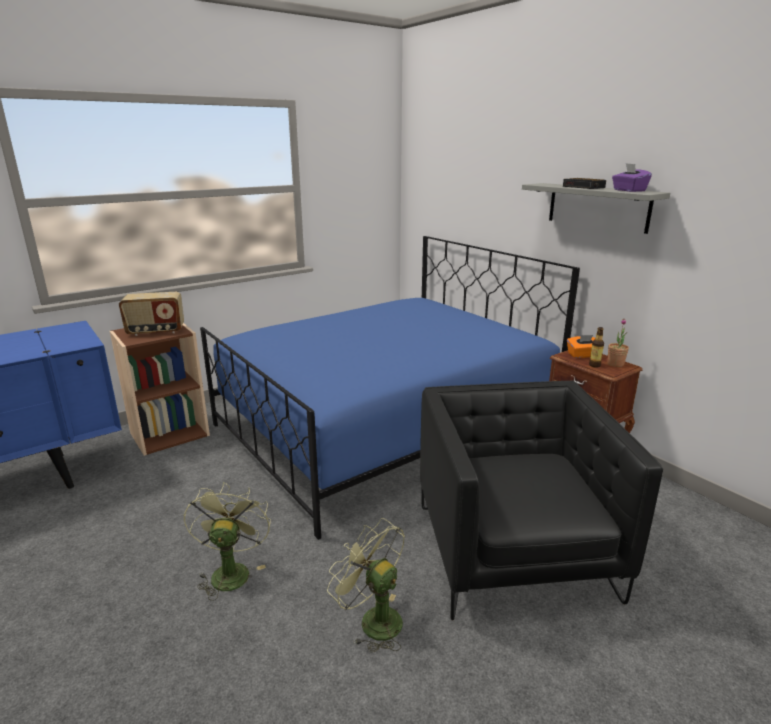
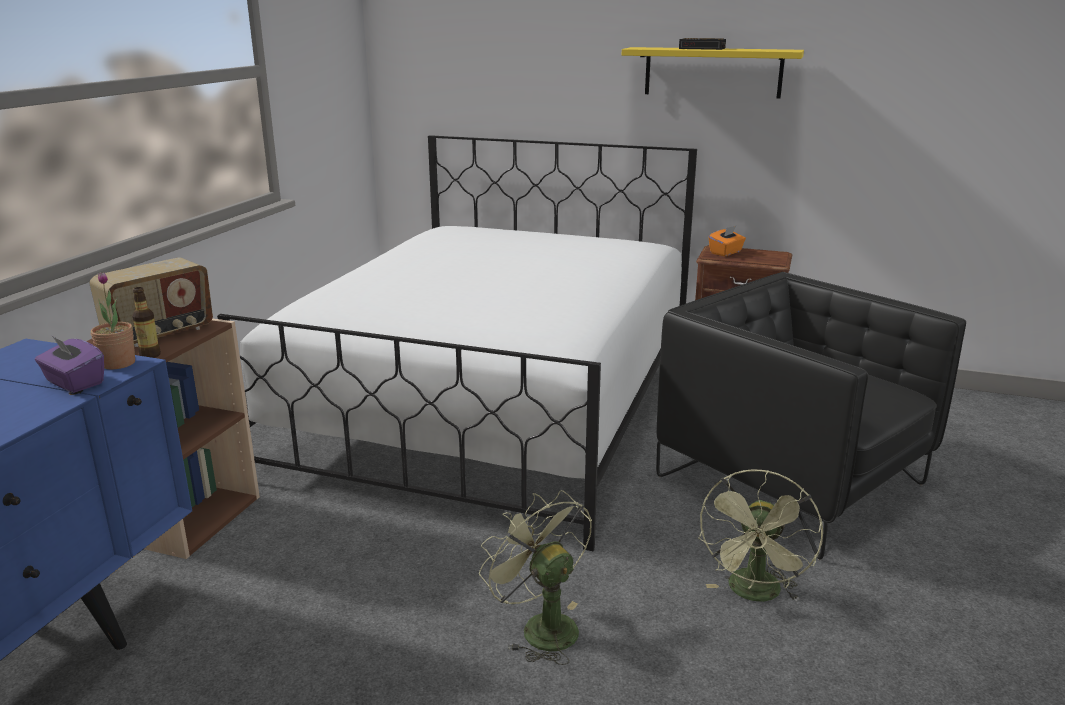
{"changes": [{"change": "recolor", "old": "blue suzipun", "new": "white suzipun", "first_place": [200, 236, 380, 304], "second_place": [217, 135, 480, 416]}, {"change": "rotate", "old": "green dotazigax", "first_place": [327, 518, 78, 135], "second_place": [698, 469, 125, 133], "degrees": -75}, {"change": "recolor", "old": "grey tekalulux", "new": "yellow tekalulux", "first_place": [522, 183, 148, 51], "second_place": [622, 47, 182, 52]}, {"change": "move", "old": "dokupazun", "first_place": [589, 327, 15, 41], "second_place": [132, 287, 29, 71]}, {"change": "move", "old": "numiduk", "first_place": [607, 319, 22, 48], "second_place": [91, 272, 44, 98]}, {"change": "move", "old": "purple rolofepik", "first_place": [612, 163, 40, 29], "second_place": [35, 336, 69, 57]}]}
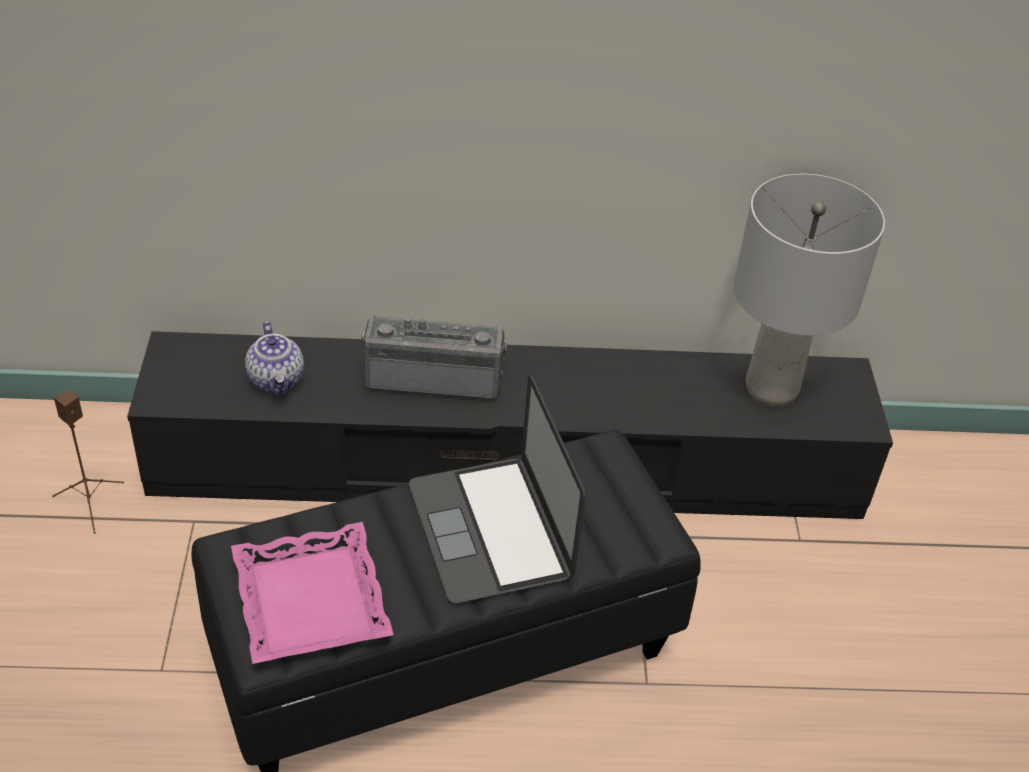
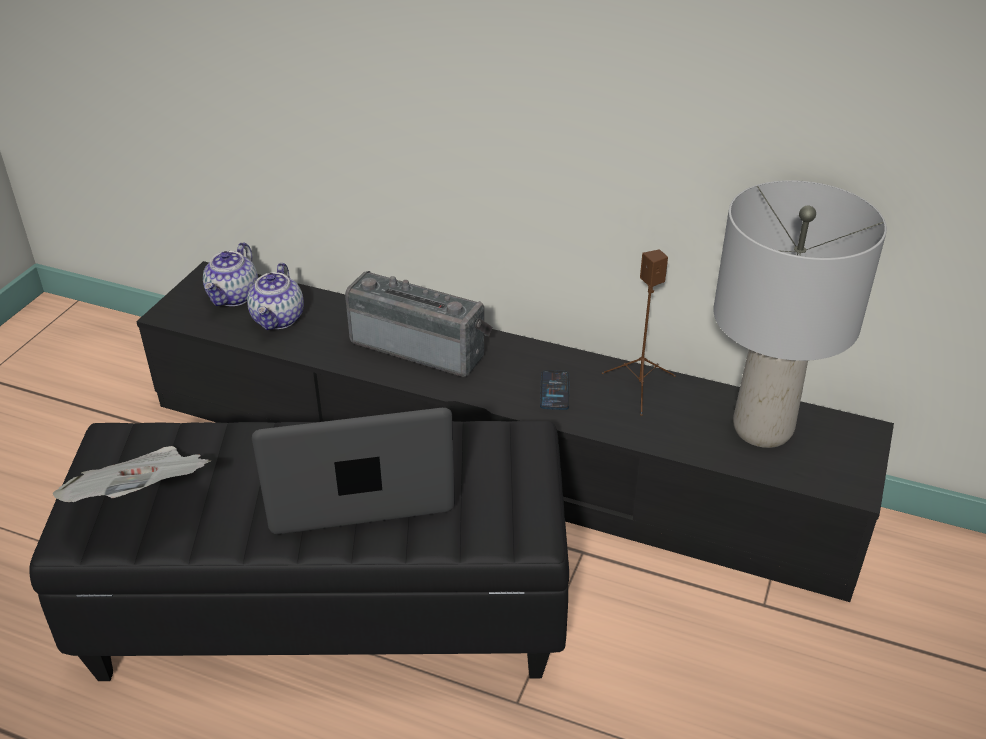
{"changes": [{"change": "move", "old": "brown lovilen", "first_place": [52, 390, 72, 144], "second_place": [602, 249, 74, 167]}, {"change": "replace", "old": "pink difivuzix", "new": "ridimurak", "first_place": [231, 522, 163, 142], "second_place": [52, 446, 159, 56]}, {"change": "rotate", "old": "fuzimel", "first_place": [409, 376, 177, 228], "second_place": [252, 408, 203, 126], "degrees": 75}, {"change": "insert", "new": "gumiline", "second_place": [203, 242, 55, 64]}, {"change": "insert", "new": "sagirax", "second_place": [540, 370, 30, 40]}]}
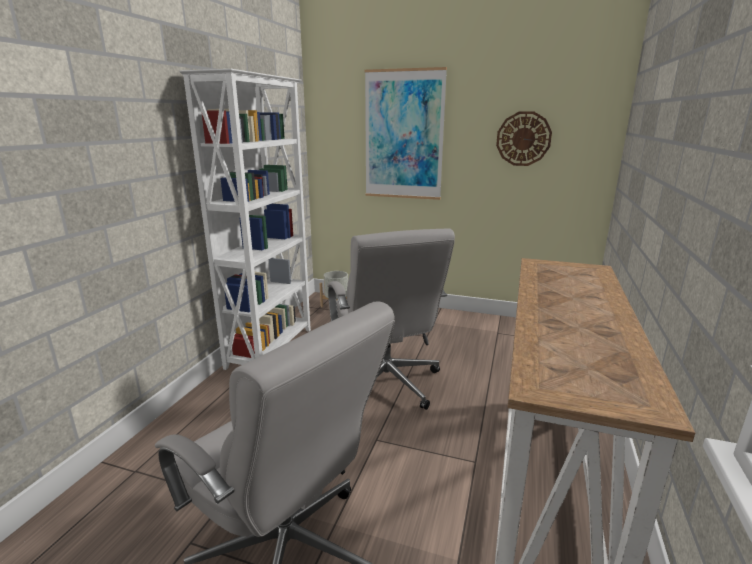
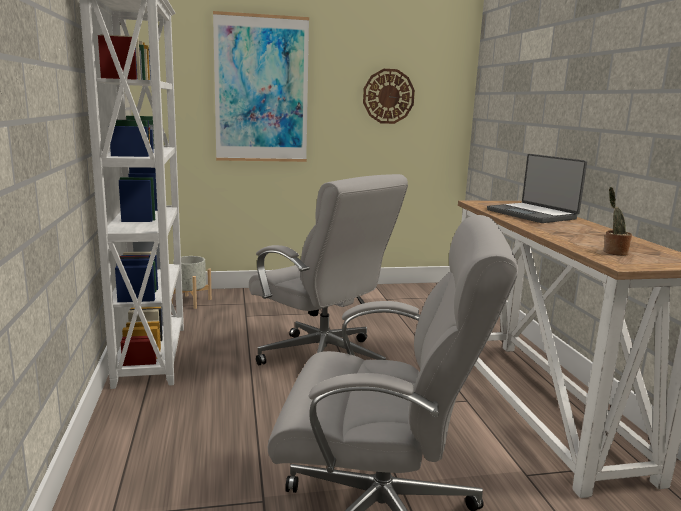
{"changes": [{"change": "insert", "new": "fuzimel", "second_place": [487, 154, 100, 69]}, {"change": "insert", "new": "numiduk", "second_place": [604, 187, 28, 69]}]}
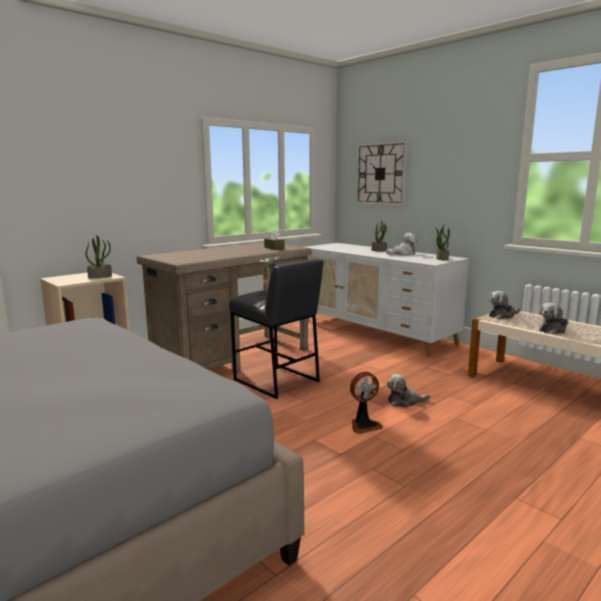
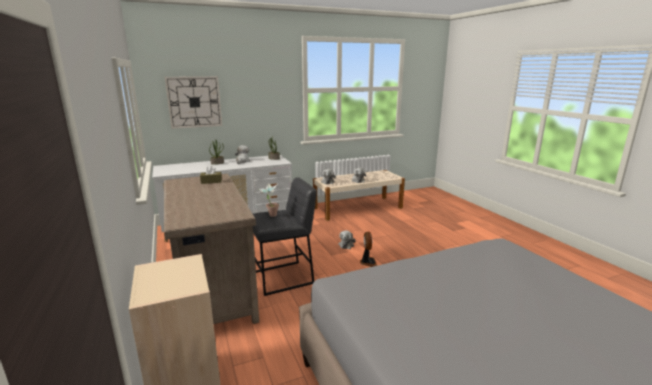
{"changes": [{"change": "delete", "old": "numiduk", "first_place": [85, 235, 27, 44]}]}
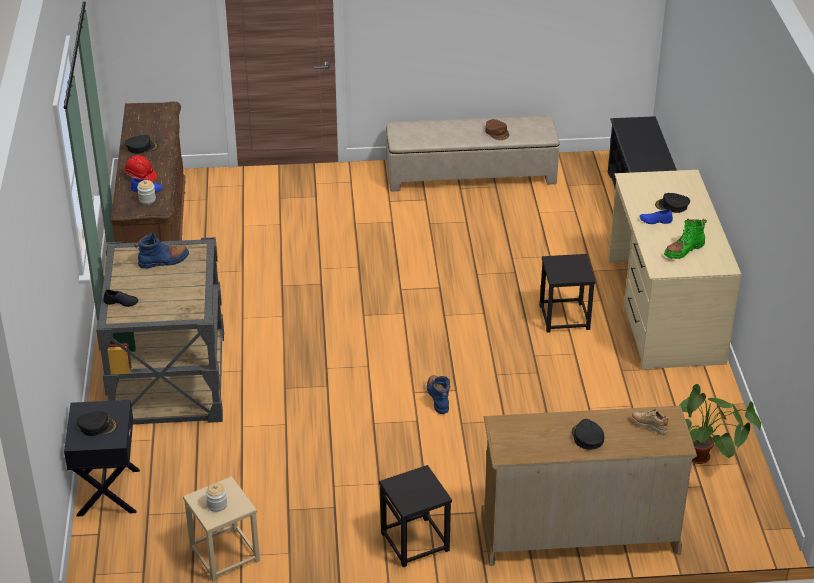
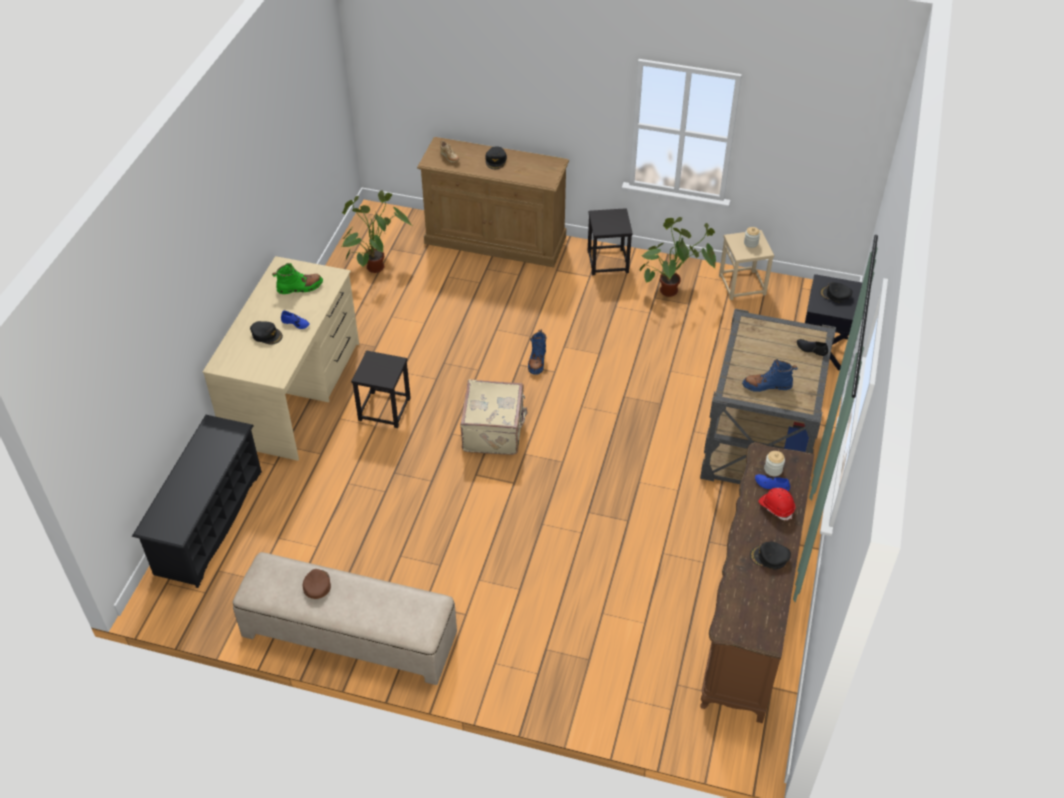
{"changes": [{"change": "insert", "new": "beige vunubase", "second_place": [460, 379, 68, 76]}, {"change": "insert", "new": "numiduk", "second_place": [639, 217, 77, 80]}]}
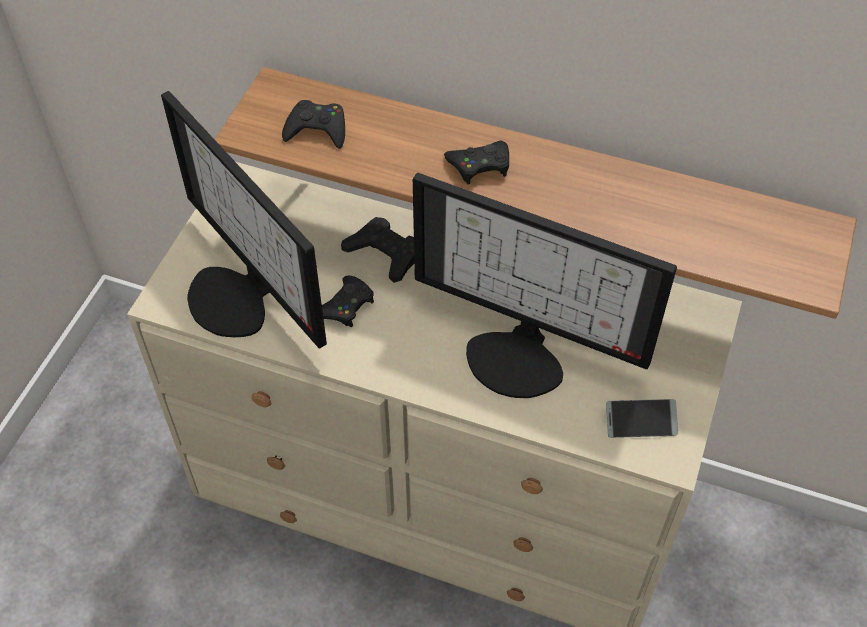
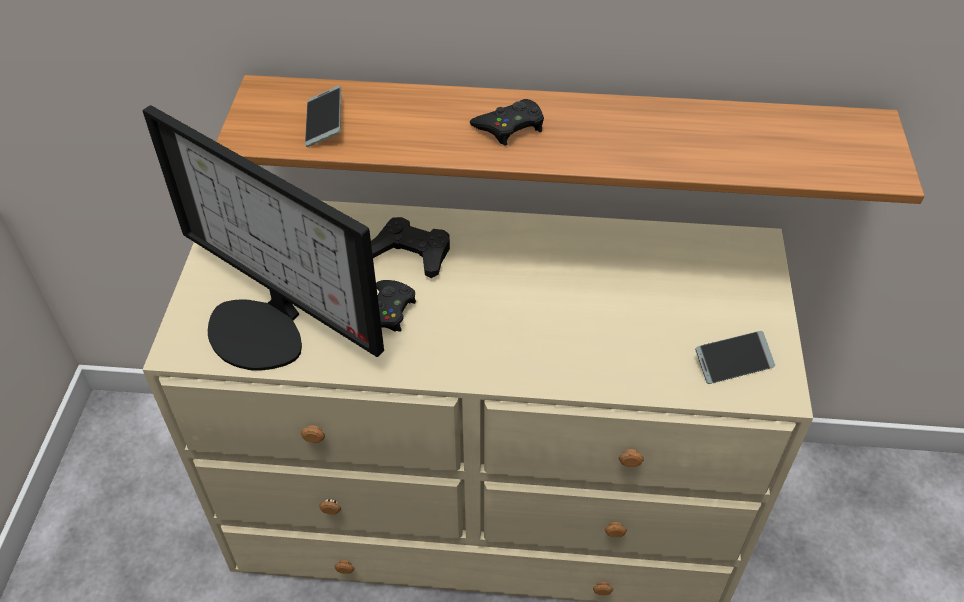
{"changes": [{"change": "replace", "old": "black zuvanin", "new": "sagirax", "first_place": [282, 100, 63, 49], "second_place": [305, 85, 36, 62]}, {"change": "delete", "old": "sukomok", "first_place": [413, 173, 264, 225]}]}
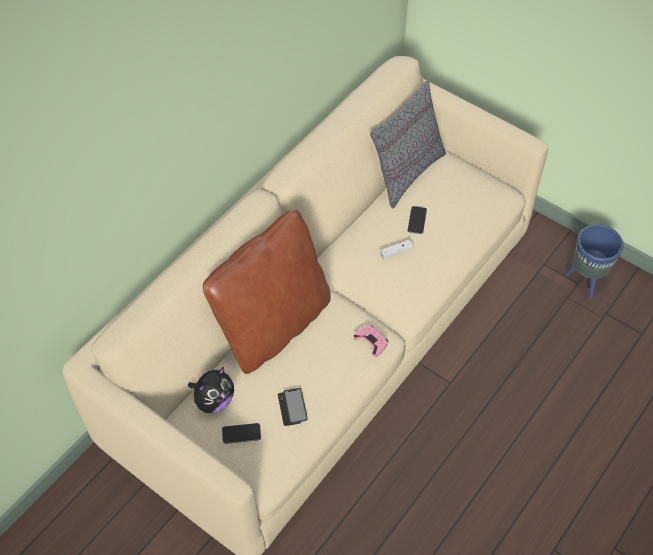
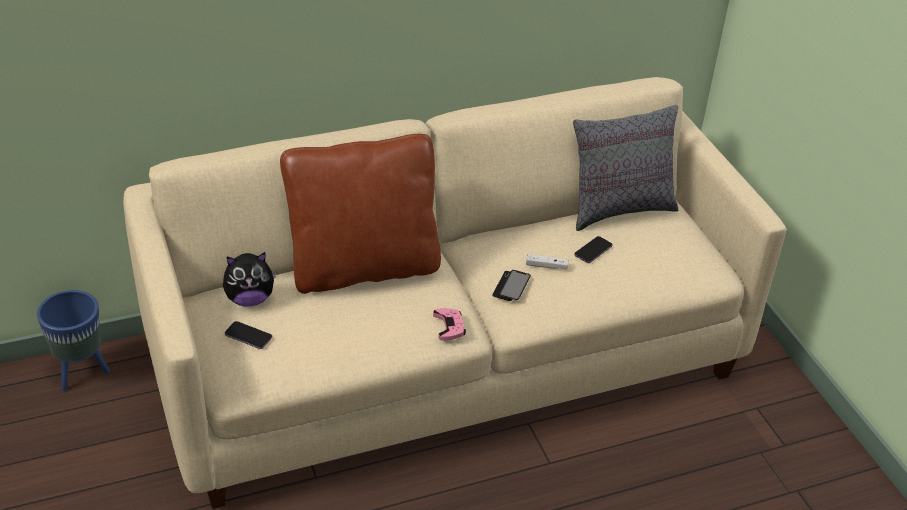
{"changes": [{"change": "move", "old": "sagirax", "first_place": [278, 388, 30, 38], "second_place": [492, 270, 39, 31]}, {"change": "move", "old": "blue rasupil", "first_place": [565, 224, 59, 75], "second_place": [37, 290, 73, 100]}]}
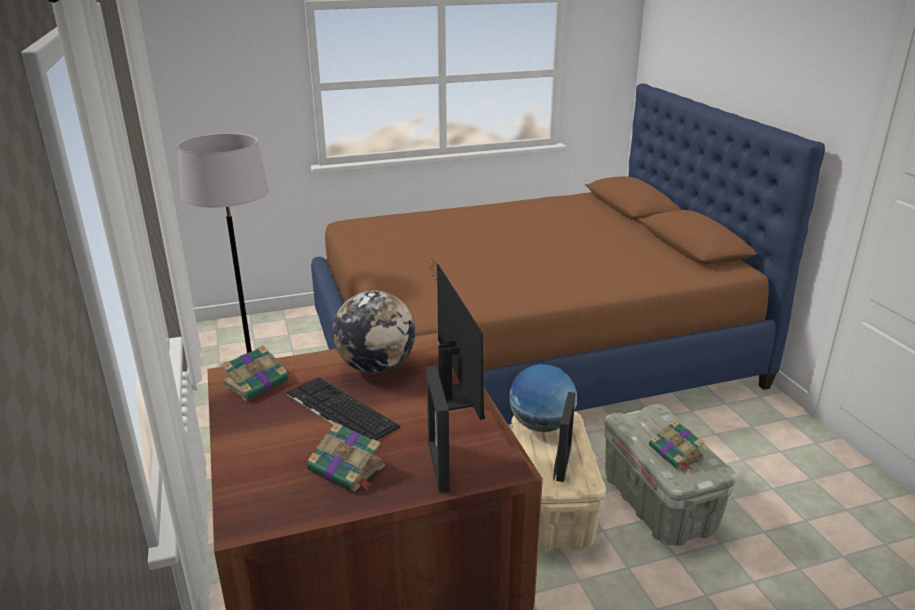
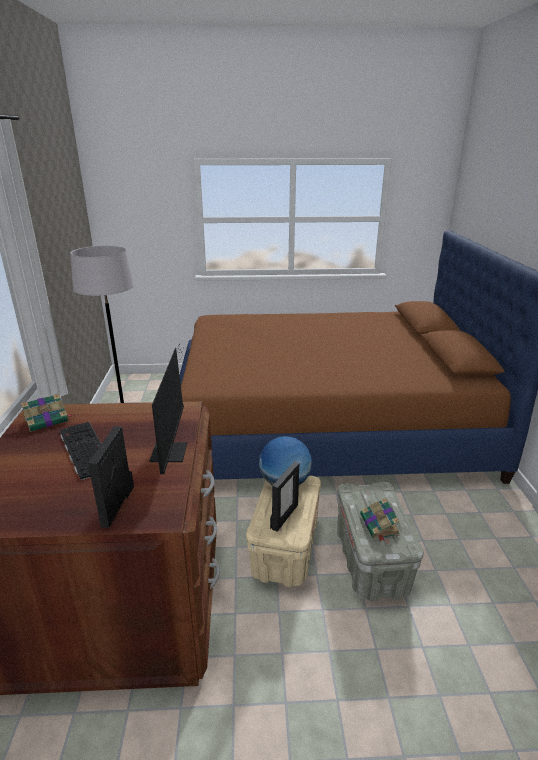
{"changes": [{"change": "delete", "old": "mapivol", "first_place": [307, 422, 78, 70]}, {"change": "delete", "old": "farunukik", "first_place": [333, 290, 82, 83]}]}
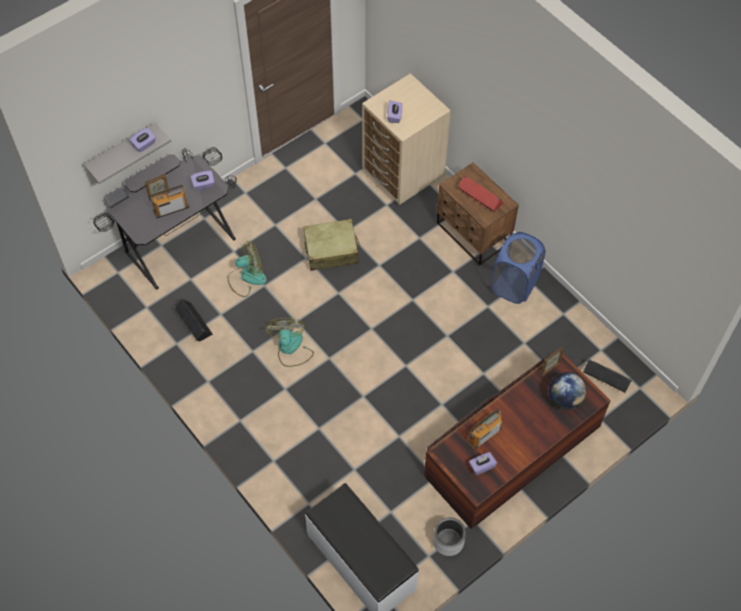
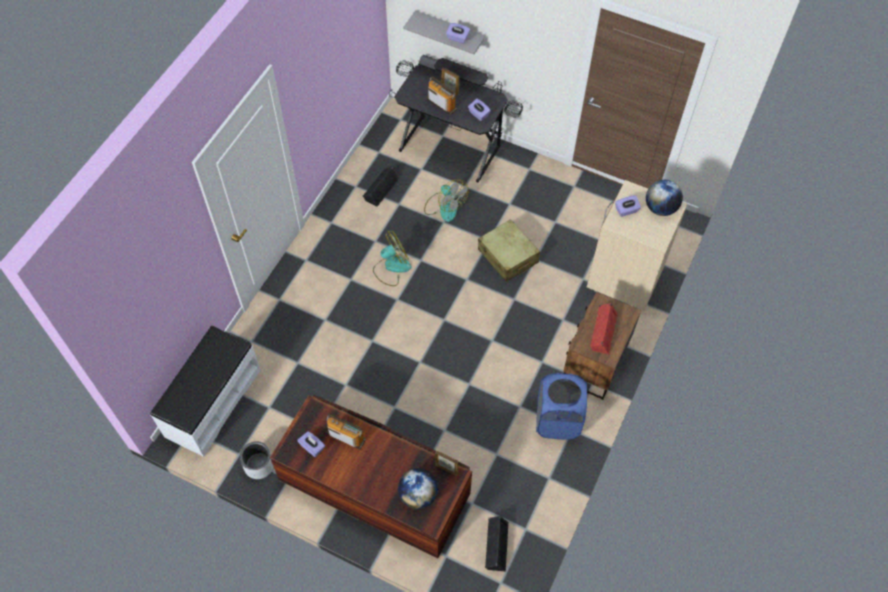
{"changes": [{"change": "insert", "new": "farunukik", "second_place": [646, 180, 37, 36]}]}
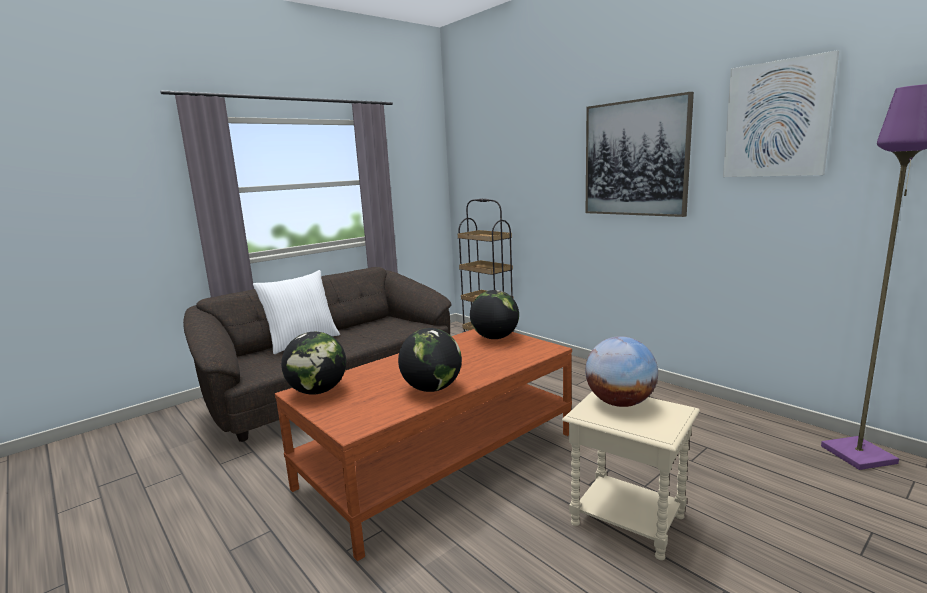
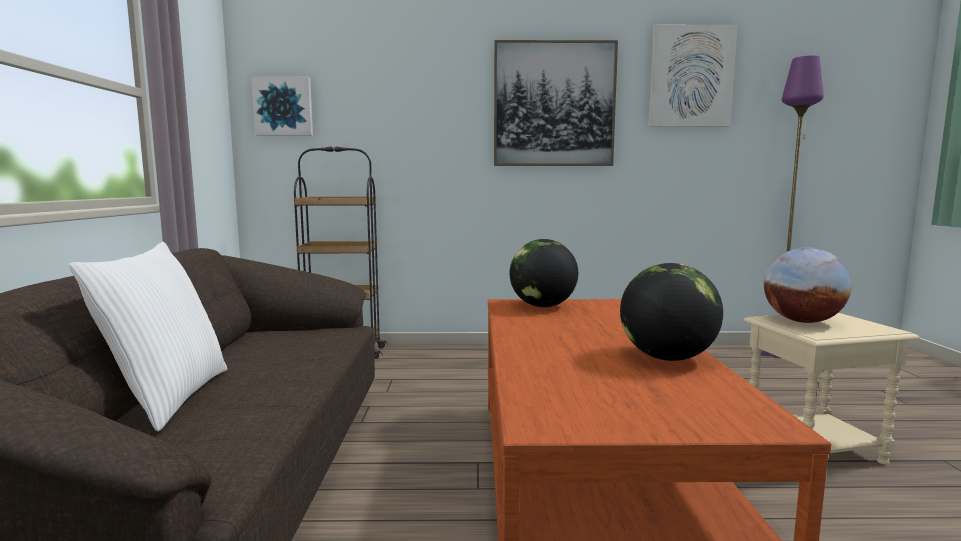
{"changes": [{"change": "delete", "old": "farunukik", "first_place": [281, 332, 65, 63]}, {"change": "insert", "new": "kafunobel", "second_place": [251, 77, 62, 59]}]}
